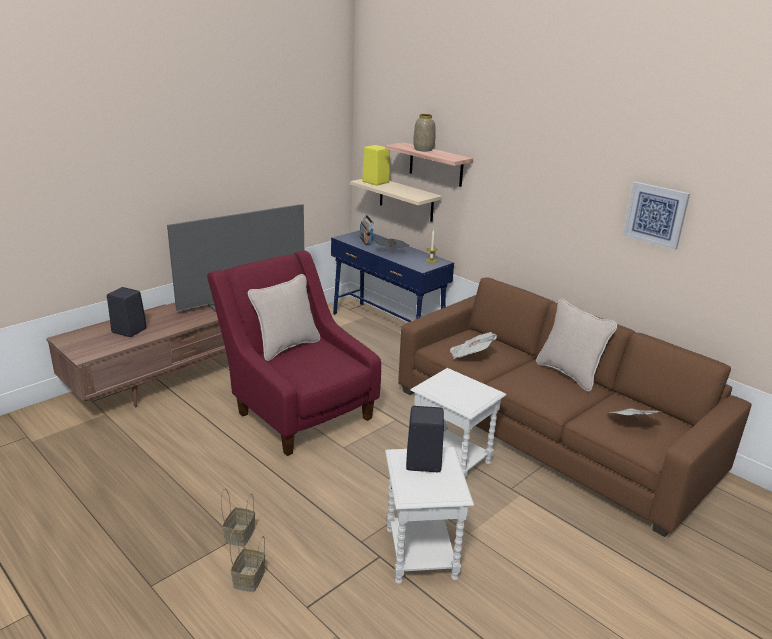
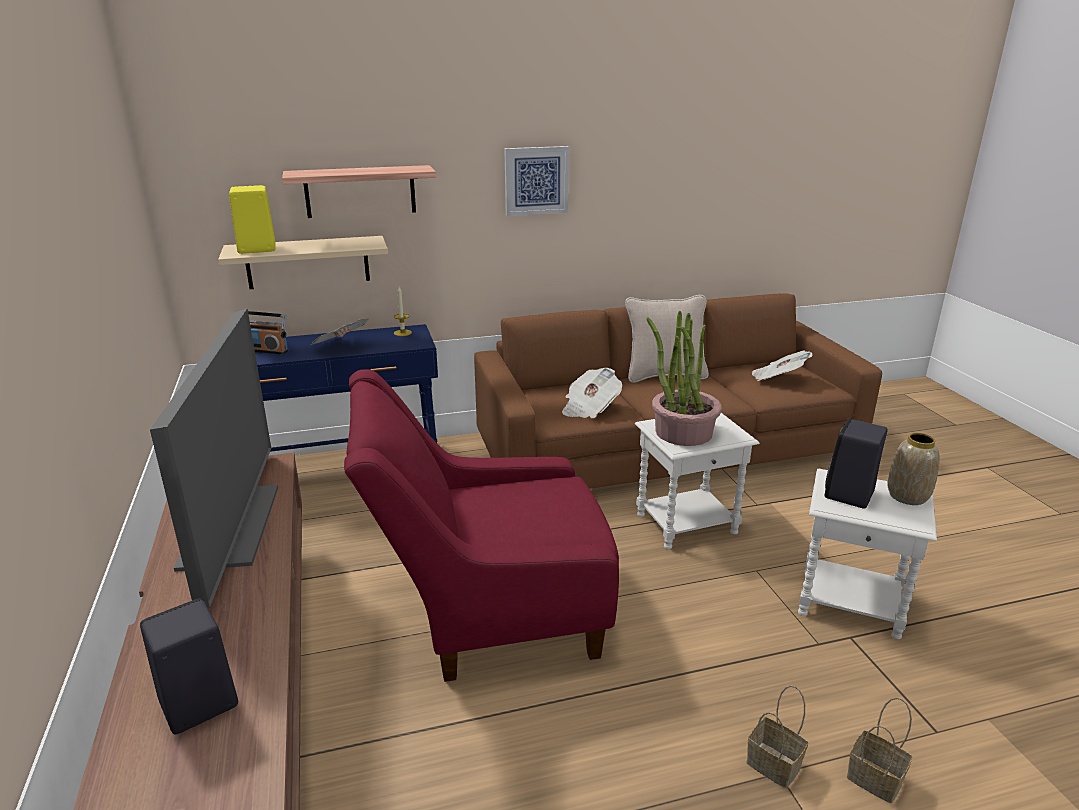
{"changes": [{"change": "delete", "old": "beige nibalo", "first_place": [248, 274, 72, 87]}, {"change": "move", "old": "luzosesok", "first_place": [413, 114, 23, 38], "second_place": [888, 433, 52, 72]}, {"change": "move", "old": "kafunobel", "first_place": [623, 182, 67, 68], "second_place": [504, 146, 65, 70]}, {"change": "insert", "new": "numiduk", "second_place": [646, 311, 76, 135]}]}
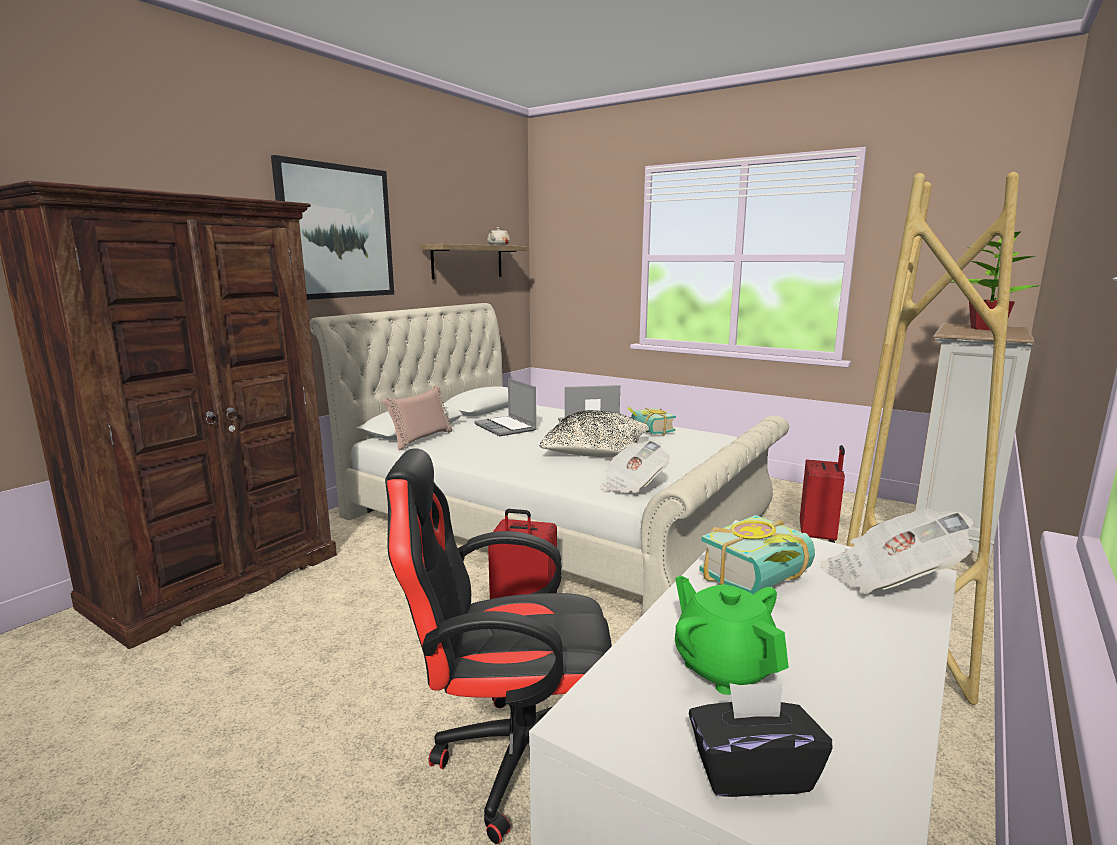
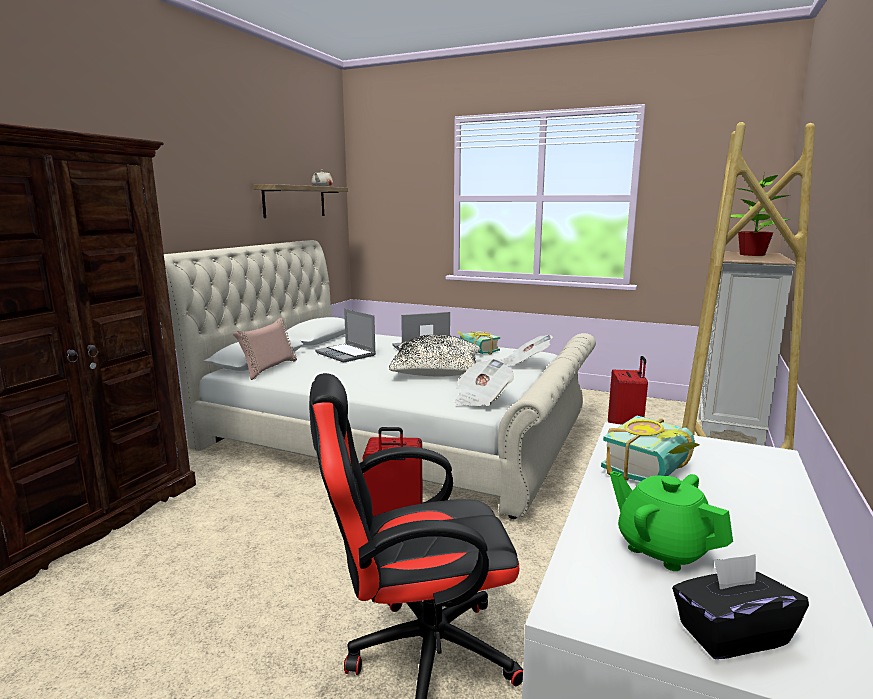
{"changes": [{"change": "delete", "old": "kafunobel", "first_place": [271, 155, 123, 145]}, {"change": "move", "old": "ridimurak", "first_place": [820, 508, 155, 86], "second_place": [502, 335, 51, 31]}]}
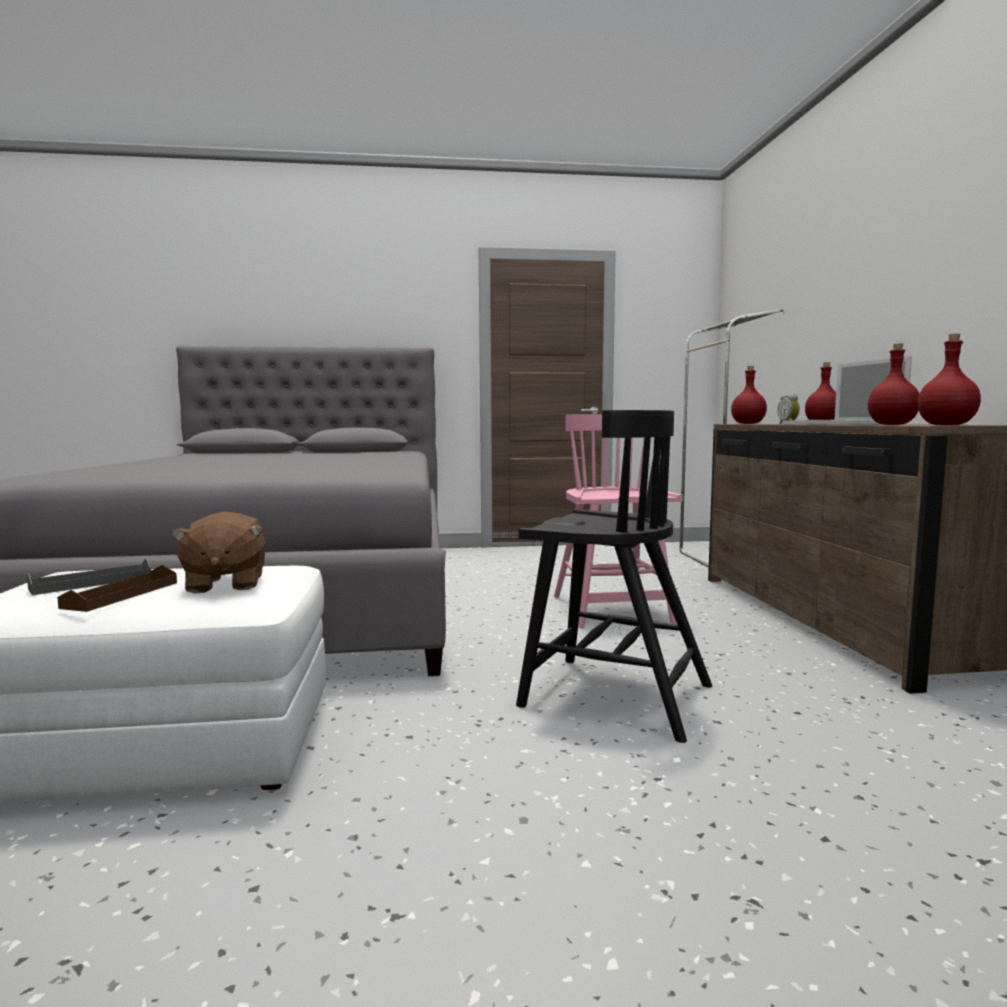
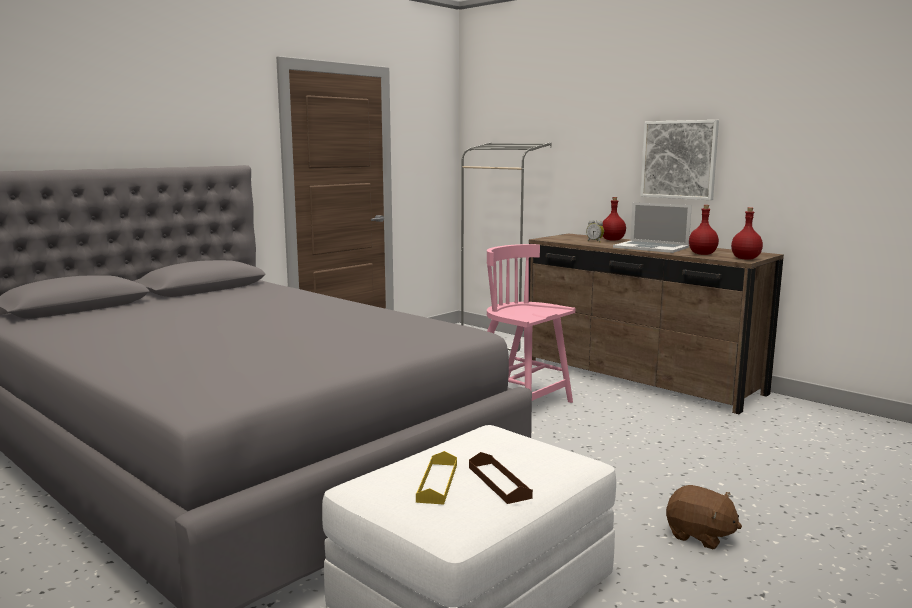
{"changes": [{"change": "recolor", "old": "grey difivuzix", "new": "yellow difivuzix", "first_place": [27, 558, 124, 37], "second_place": [416, 451, 41, 54]}, {"change": "move", "old": "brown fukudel", "first_place": [171, 511, 95, 82], "second_place": [666, 485, 76, 64]}, {"change": "delete", "old": "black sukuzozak", "first_place": [516, 410, 196, 333]}, {"change": "delete", "old": "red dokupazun", "first_place": [731, 366, 36, 58]}, {"change": "insert", "new": "kafunobel", "second_place": [641, 120, 78, 80]}]}
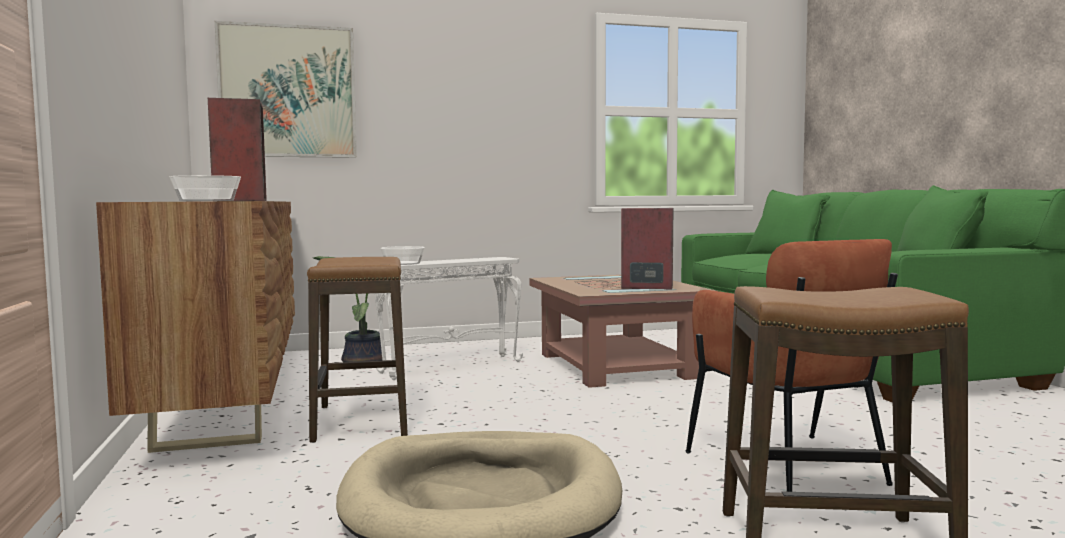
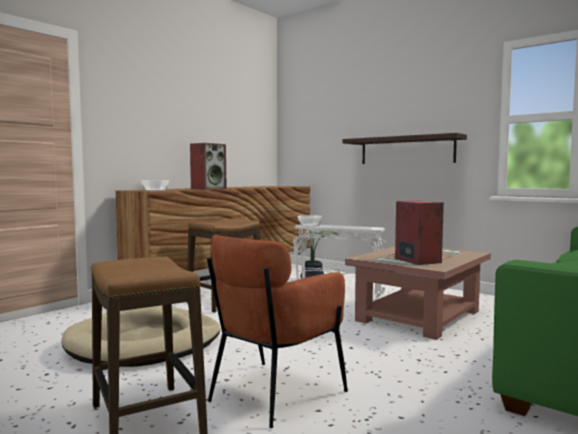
{"changes": [{"change": "delete", "old": "kafunobel", "first_place": [215, 21, 142, 137]}, {"change": "insert", "new": "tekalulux", "second_place": [342, 133, 125, 31]}]}
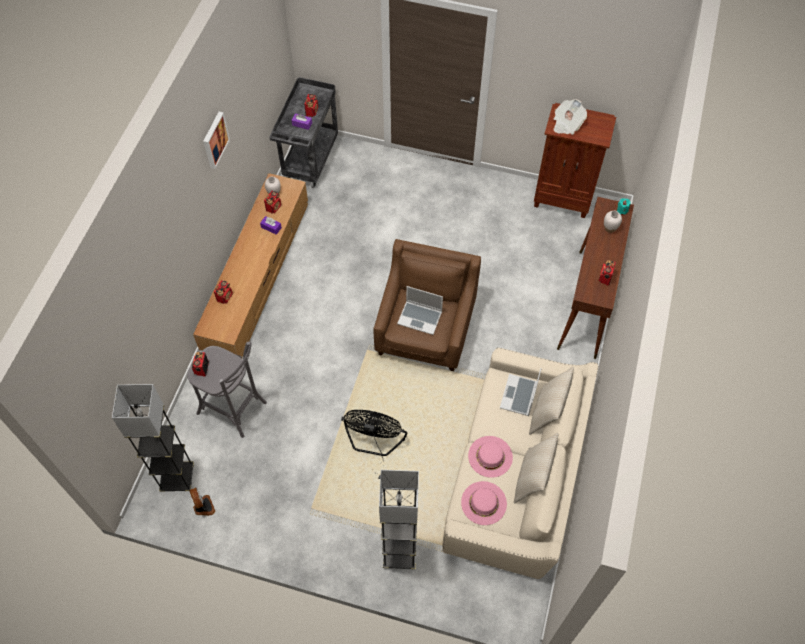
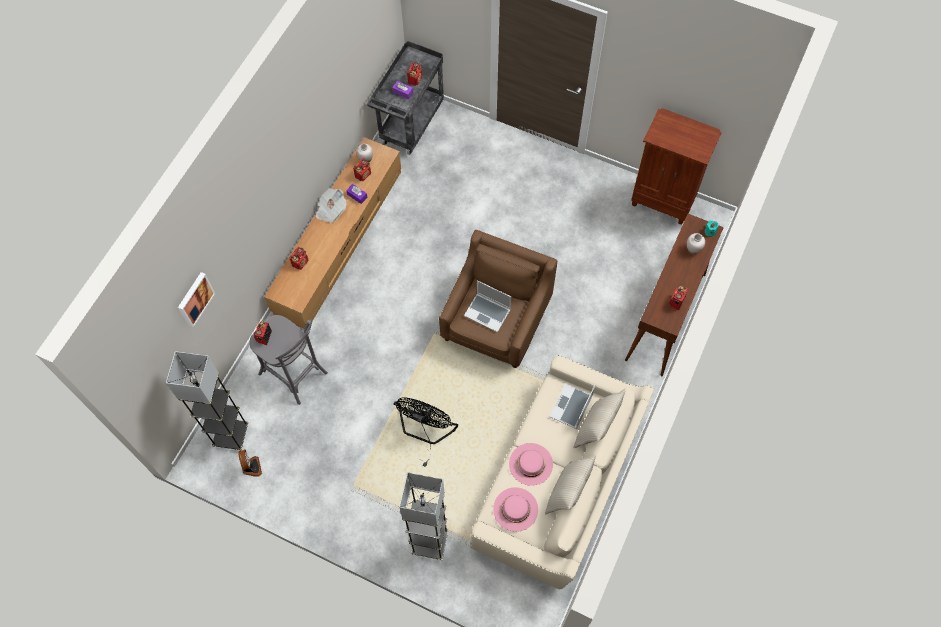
{"changes": [{"change": "move", "old": "kafunobel", "first_place": [203, 112, 27, 57], "second_place": [178, 272, 37, 55]}, {"change": "move", "old": "ridimurak", "first_place": [553, 99, 34, 36], "second_place": [316, 188, 31, 35]}]}
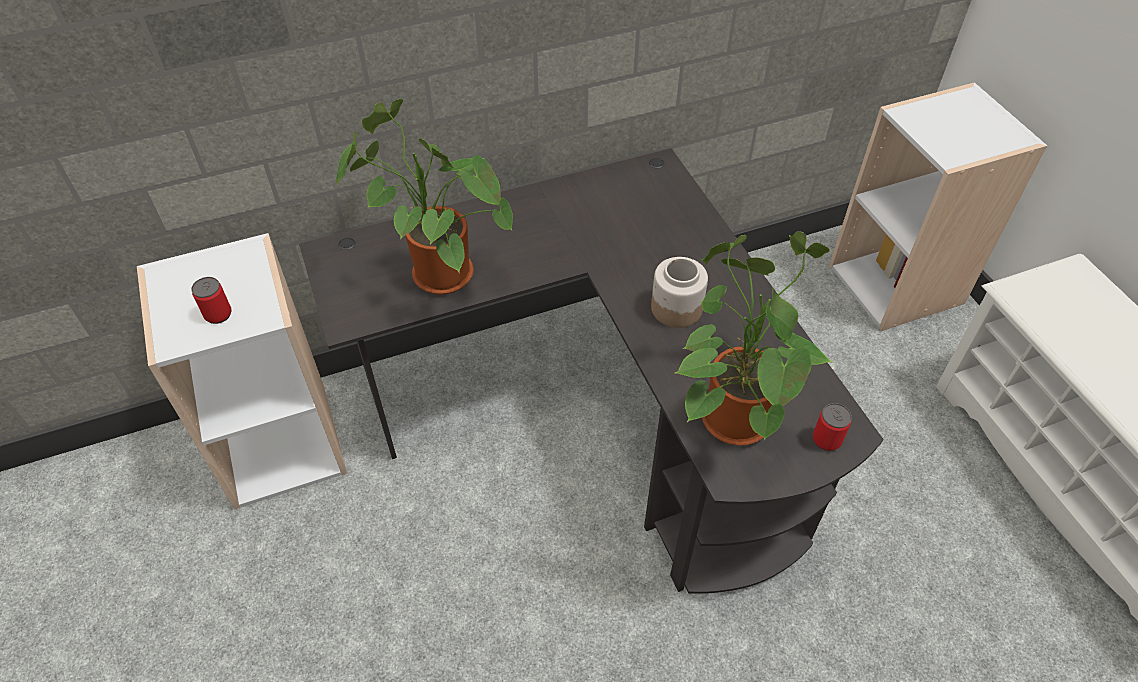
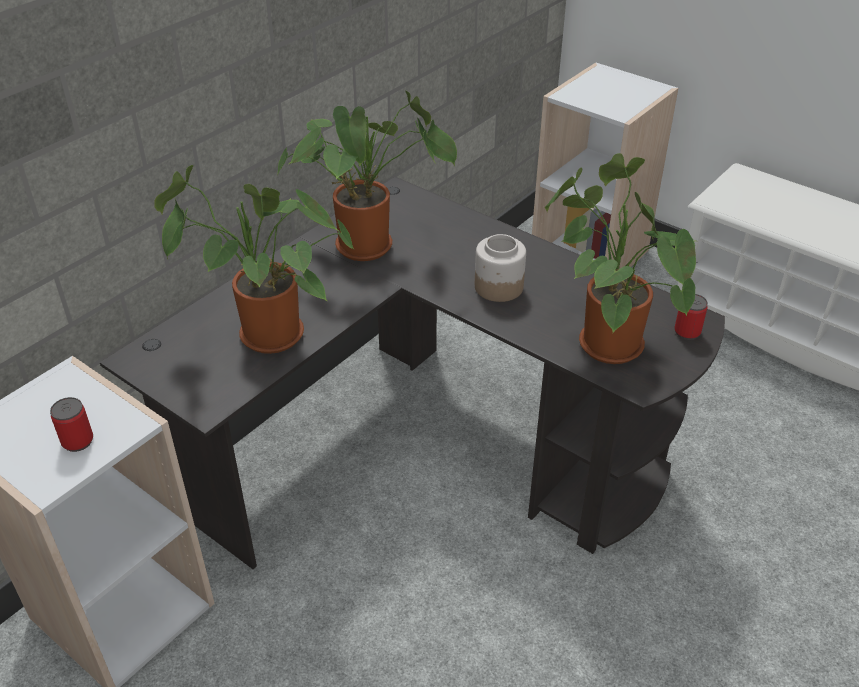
{"changes": [{"change": "insert", "new": "numiduk", "second_place": [277, 91, 180, 170]}]}
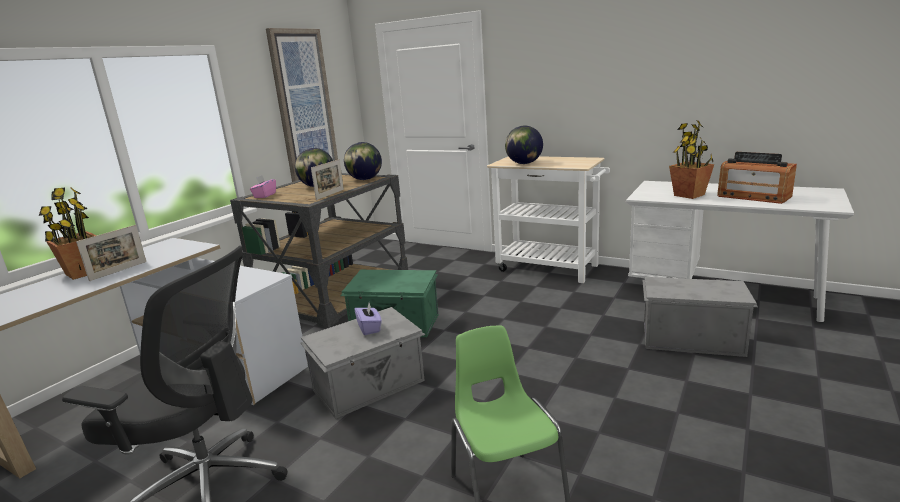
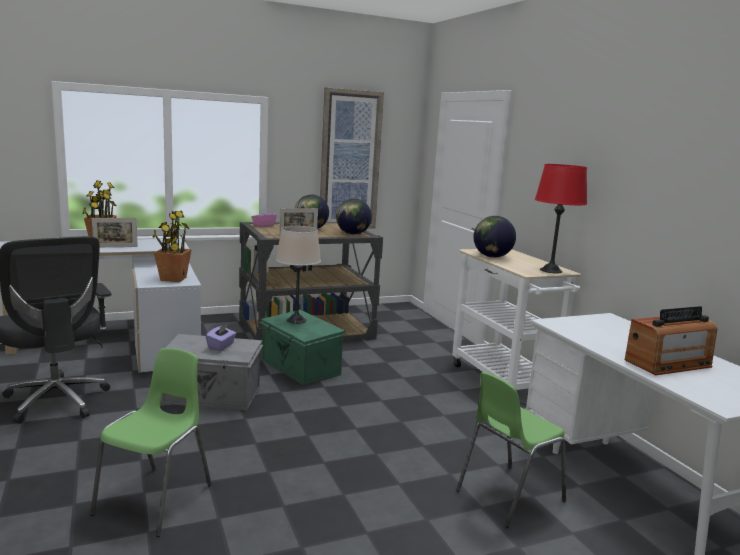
{"changes": [{"change": "replace", "old": "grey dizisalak", "new": "green sukuzozak", "first_place": [642, 277, 116, 80], "second_place": [456, 372, 110, 156]}, {"change": "move", "old": "numiduk", "first_place": [669, 121, 45, 78], "second_place": [153, 211, 39, 71]}, {"change": "rotate", "old": "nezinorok", "first_place": [717, 152, 80, 52], "second_place": [625, 306, 92, 69], "degrees": -105}, {"change": "insert", "new": "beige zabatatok", "second_place": [276, 226, 45, 98]}, {"change": "insert", "new": "red zabatatok", "second_place": [535, 164, 52, 109]}]}
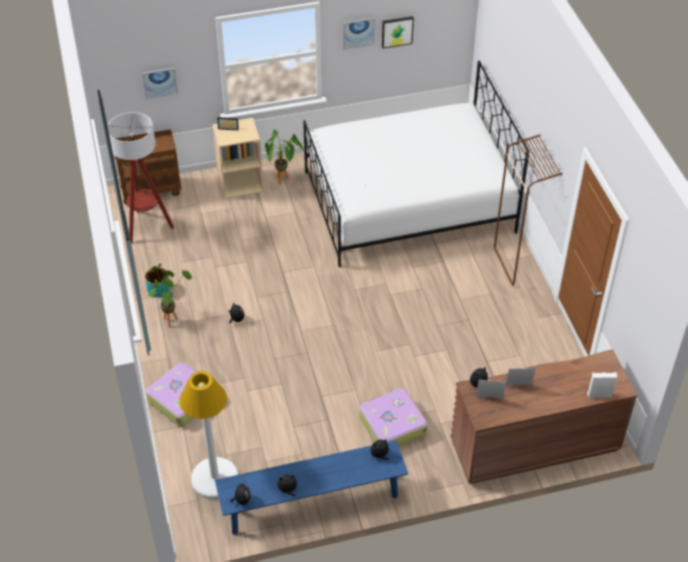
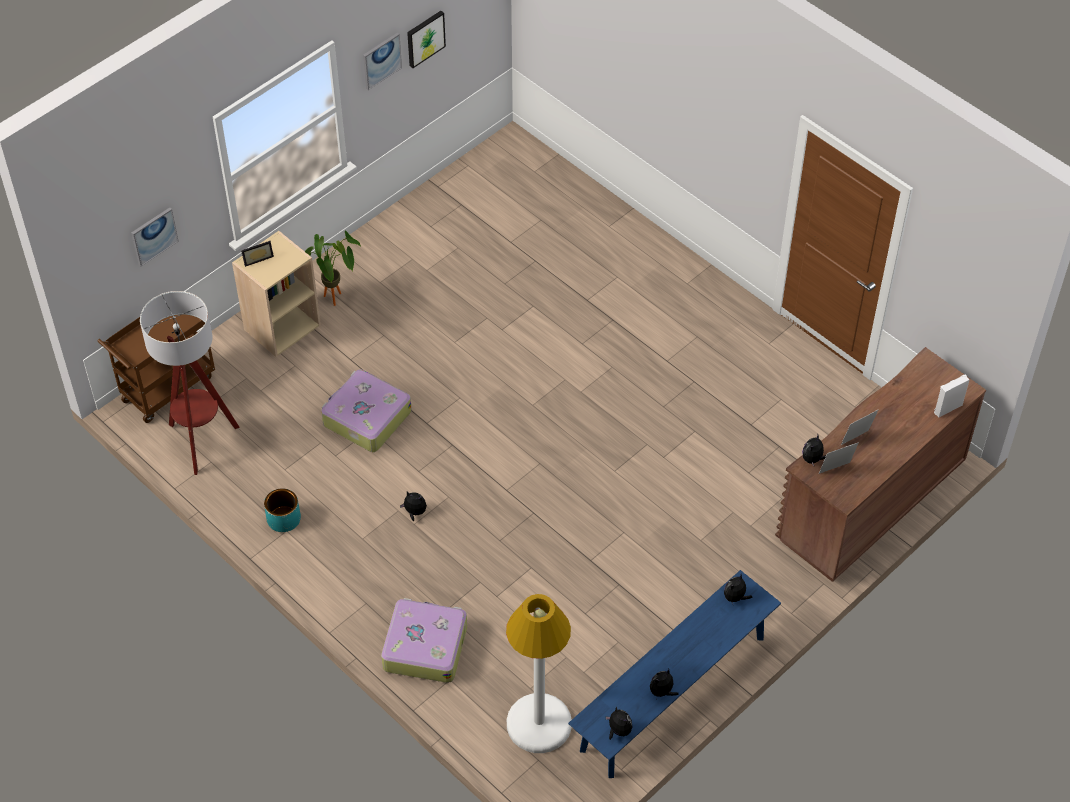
{"changes": [{"change": "delete", "old": "numiduk", "first_place": [148, 264, 44, 63]}, {"change": "delete", "old": "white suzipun", "first_place": [303, 60, 227, 207]}, {"change": "move", "old": "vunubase", "first_place": [359, 388, 68, 59], "second_place": [321, 369, 91, 83]}, {"change": "delete", "old": "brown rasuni", "first_place": [494, 134, 68, 152]}]}
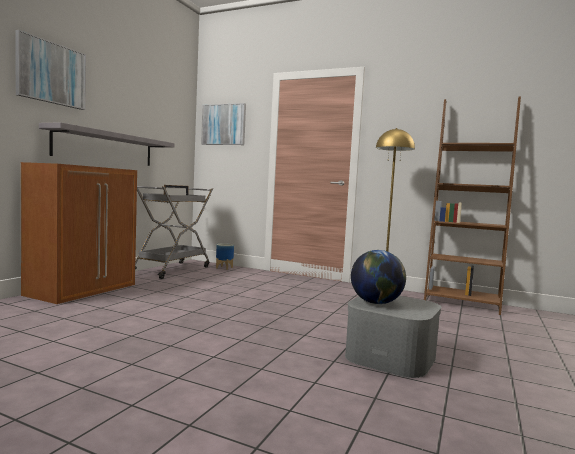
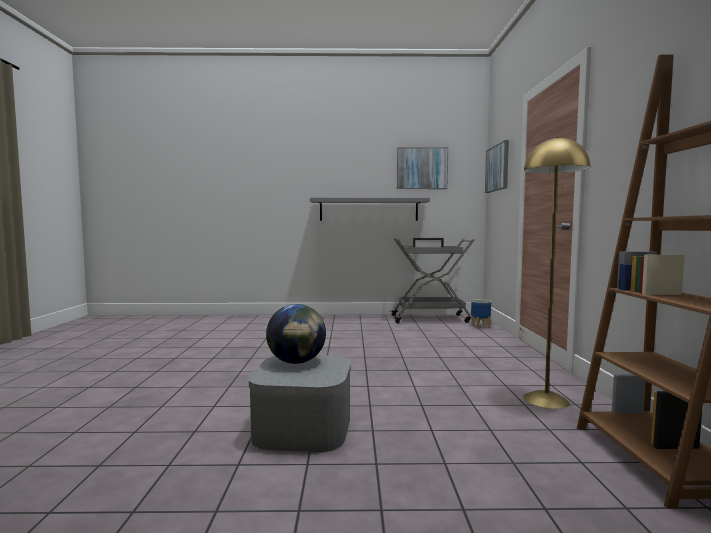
{"changes": [{"change": "move", "old": "kafunobel", "first_place": [15, 30, 71, 80], "second_place": [397, 147, 51, 42]}, {"change": "delete", "old": "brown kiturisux", "first_place": [21, 162, 116, 142]}]}
